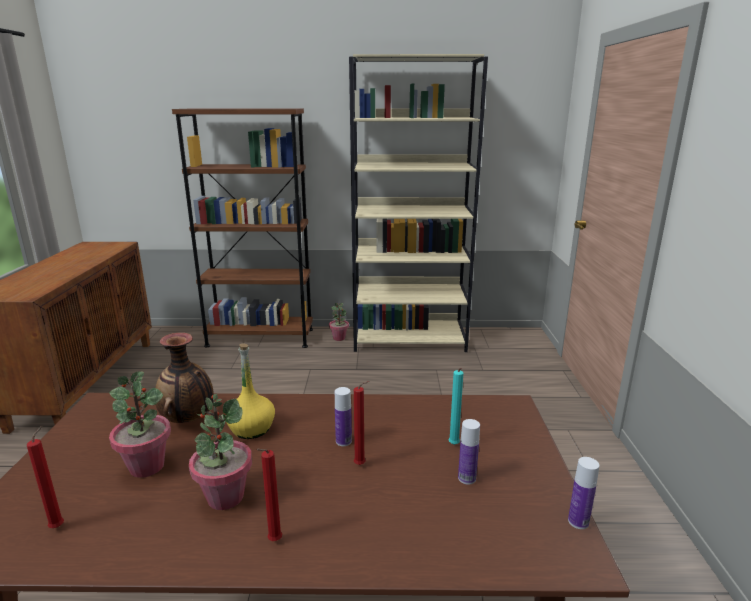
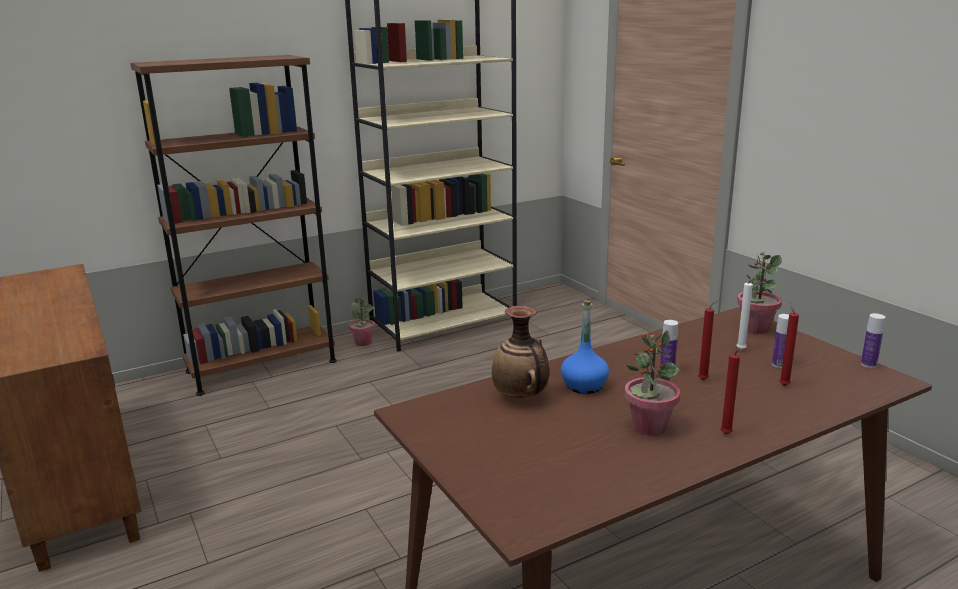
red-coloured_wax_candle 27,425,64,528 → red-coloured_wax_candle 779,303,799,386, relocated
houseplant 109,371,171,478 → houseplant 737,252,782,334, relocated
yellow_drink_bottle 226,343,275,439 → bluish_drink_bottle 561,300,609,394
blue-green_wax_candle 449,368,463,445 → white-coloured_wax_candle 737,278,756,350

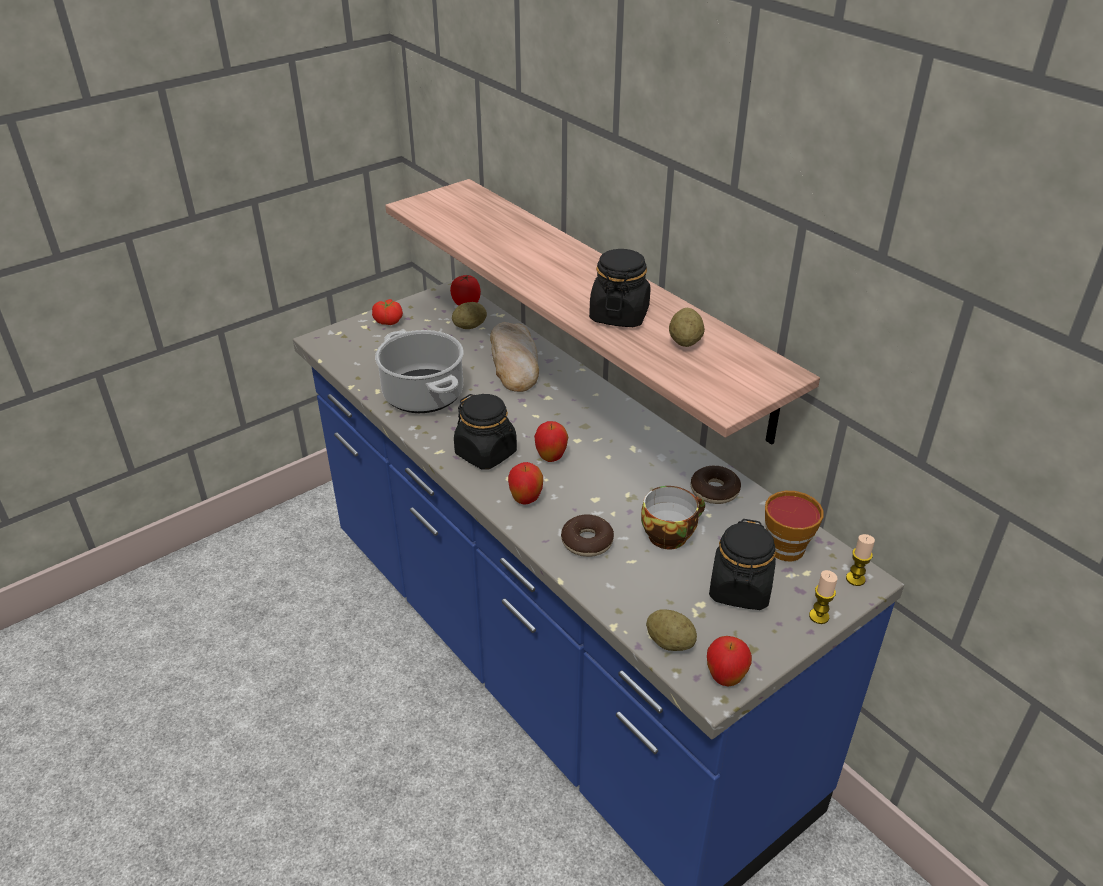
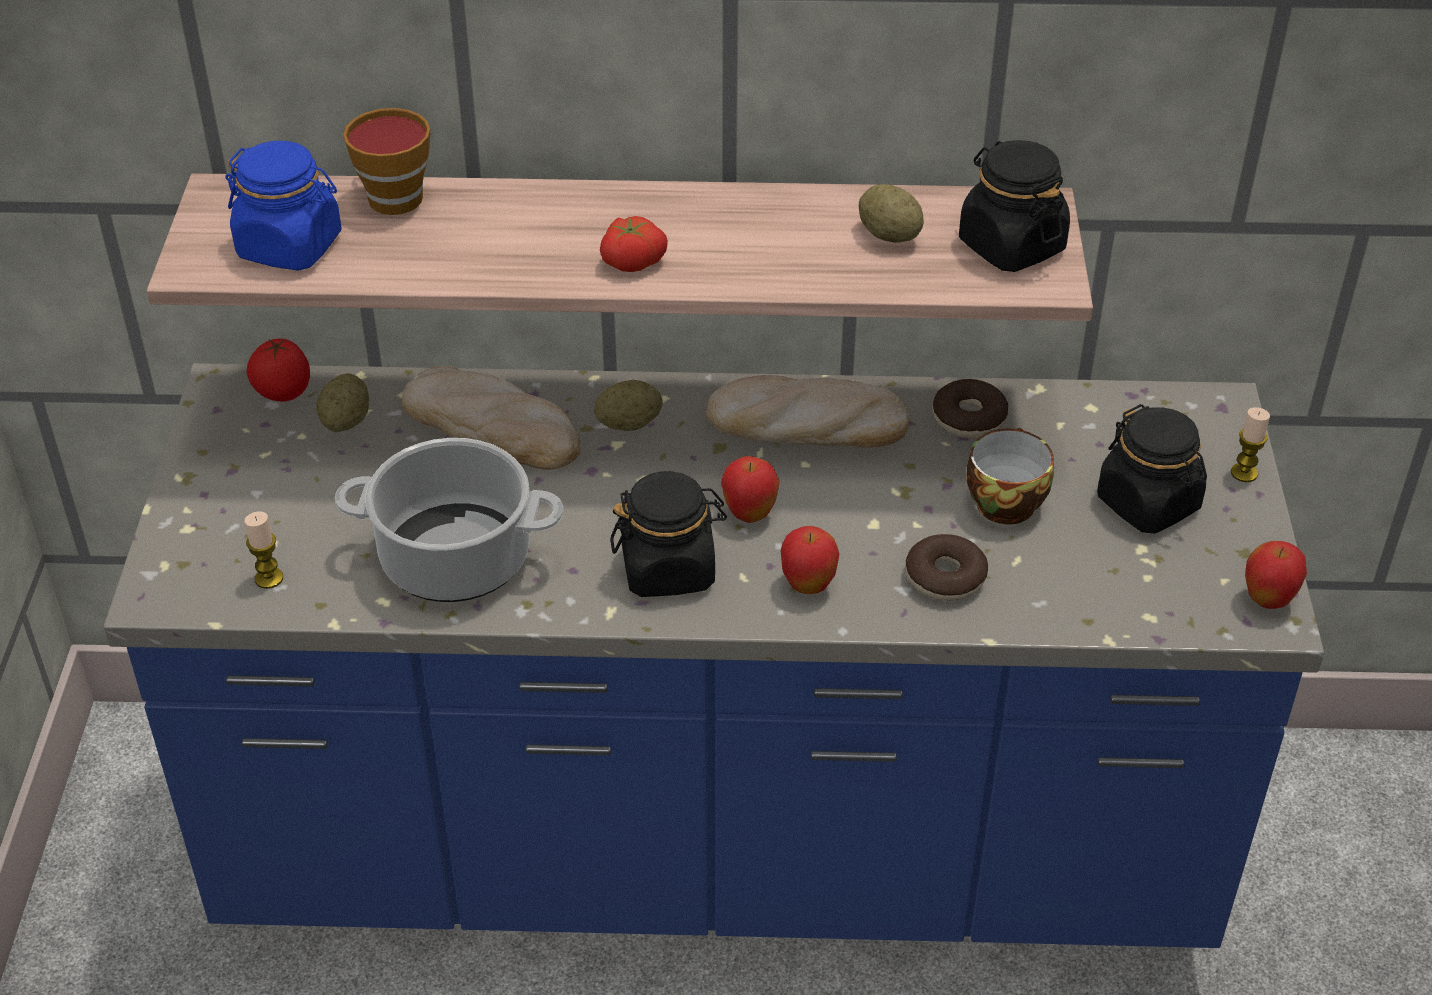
- → bluish_jar 225,141,342,271
- → baked_bread 706,375,909,448
fresh_tomato 372,299,403,325 → fresh_tomato 600,216,668,272, relocated
black-coloured_jar 589,249,650,327 → black-coloured_jar 959,140,1070,272, relocated
potato 646,609,697,651 → potato 594,380,663,431, relocated
drinking_cup 765,491,824,561 → drinking_cup 343,108,430,215, relocated
wax_candle 846,534,875,586 → wax_candle 244,511,283,589, relocated

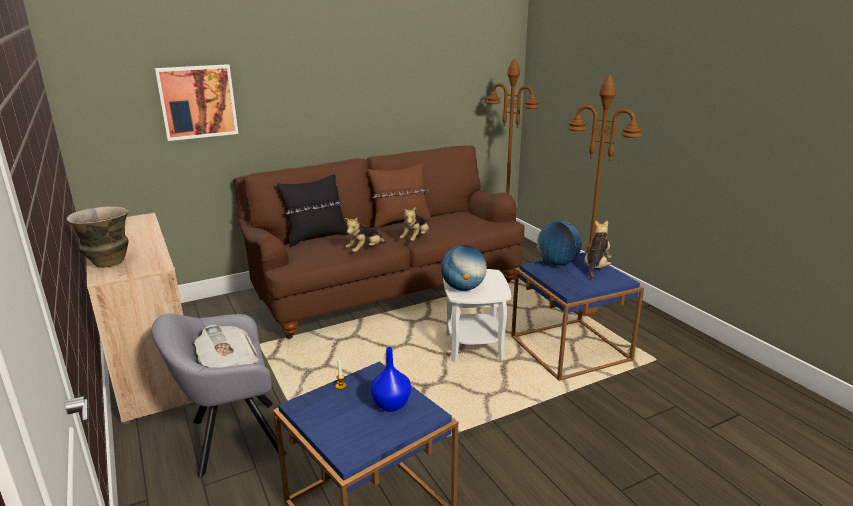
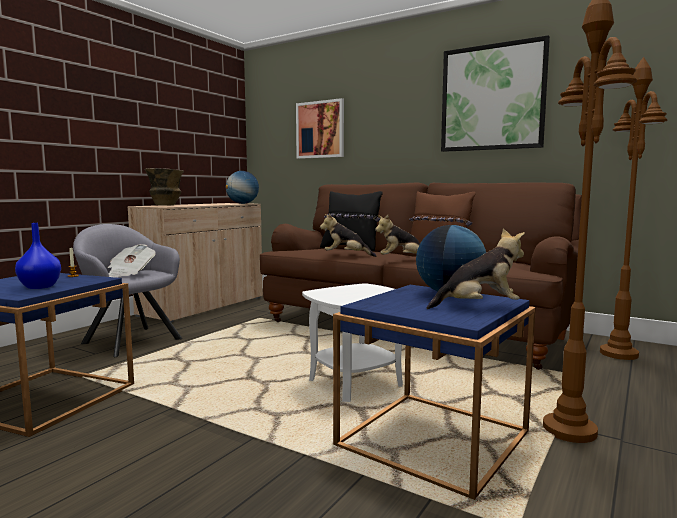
- → wall_art 441,35,550,152
globe 441,245,487,291 → globe 226,171,259,204, relocated

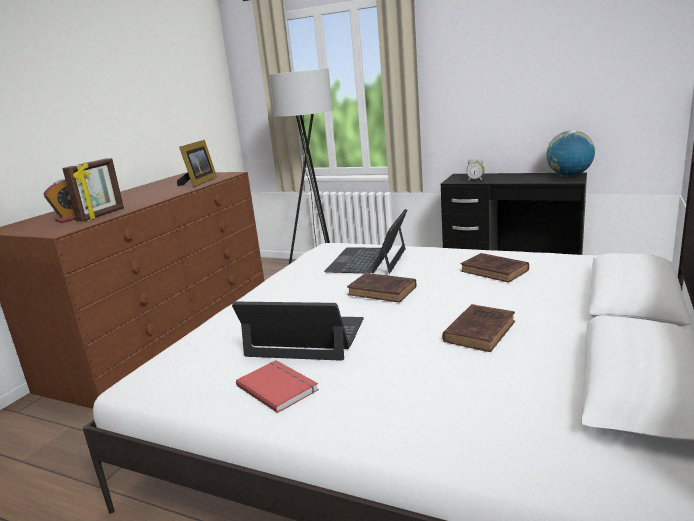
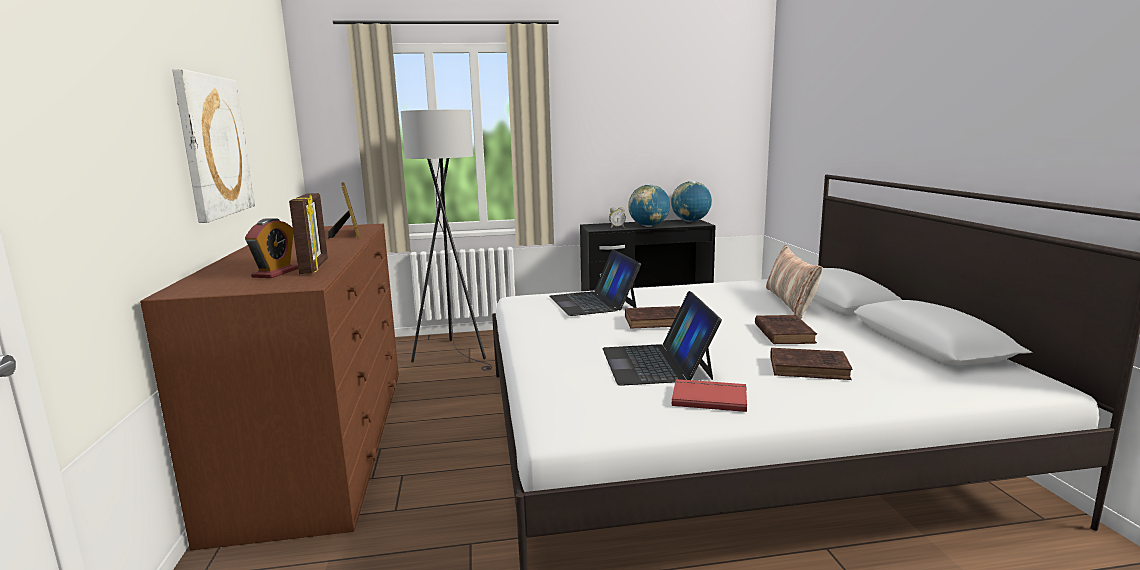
- → wall_art 172,69,255,223
- → globe 628,184,670,227
- → throw_pillow 766,245,823,319
brown_bound_book 461,253,529,283 → brown_bound_book 770,348,852,380, relocated
notebook_computer 232,302,364,361 → notebook_computer 602,291,722,386, 75 degrees counterclockwise

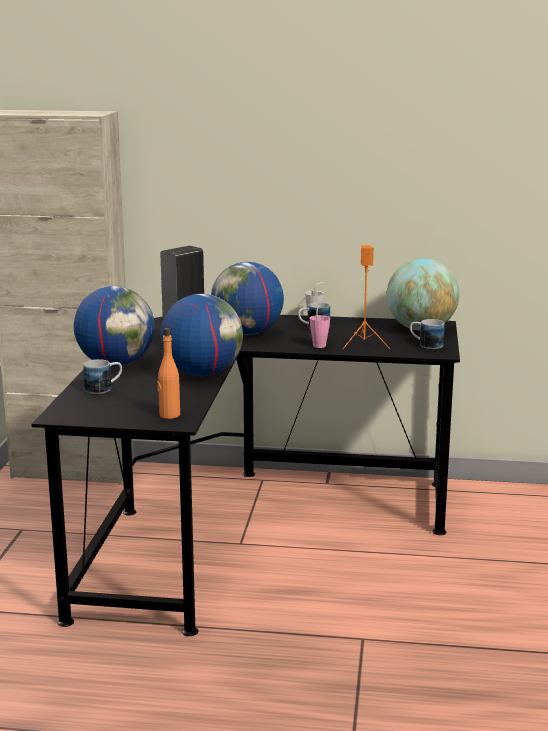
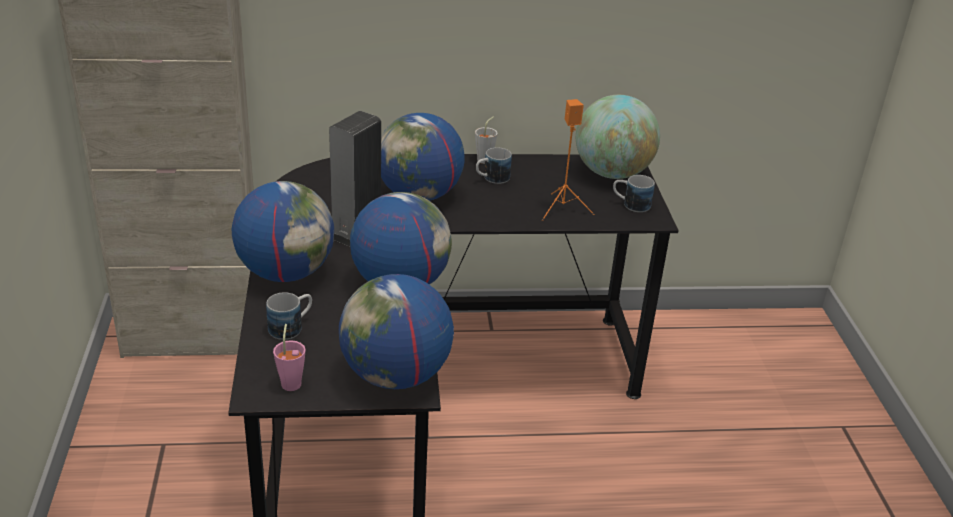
pinkish_drinking_cup 310,305,330,348 → pinkish_drinking_cup 273,324,306,391, relocated
orangey_drink_bottle 157,328,180,419 → globe 339,274,454,389

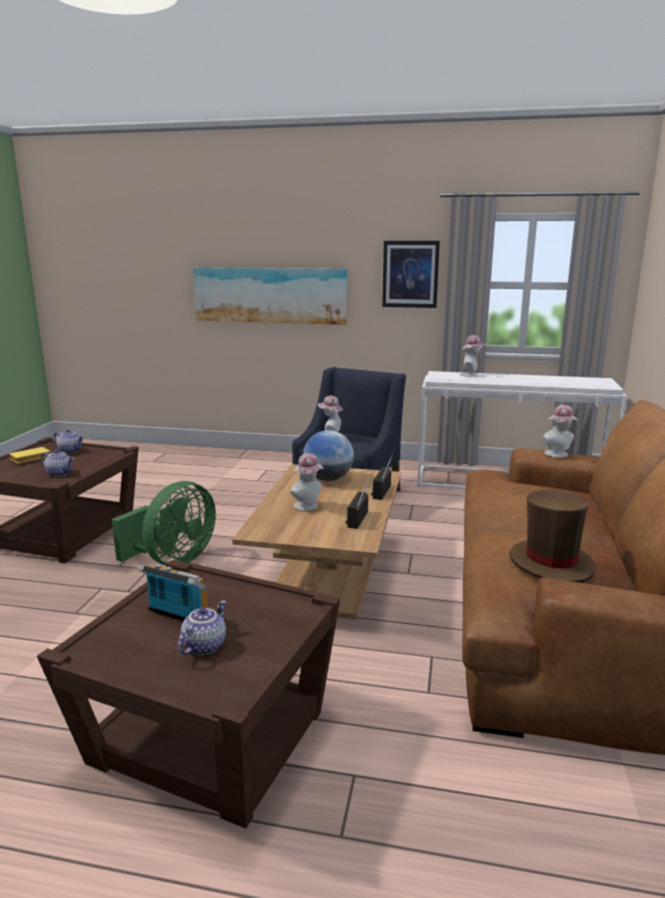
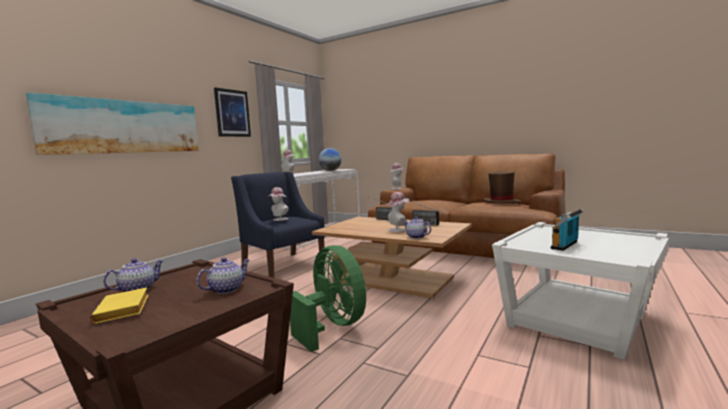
teapot 178,601,226,655 → teapot 403,216,431,239, relocated
globe 303,430,354,481 → globe 319,148,341,171, relocated
brown_side_table 37,560,340,828 → white-coloured_side_table 492,222,669,360

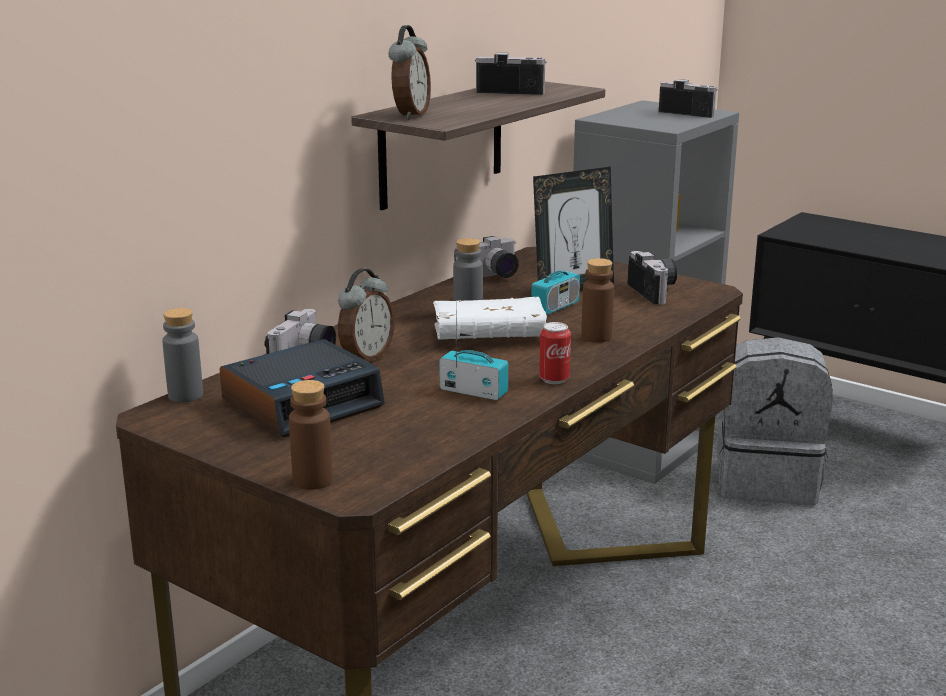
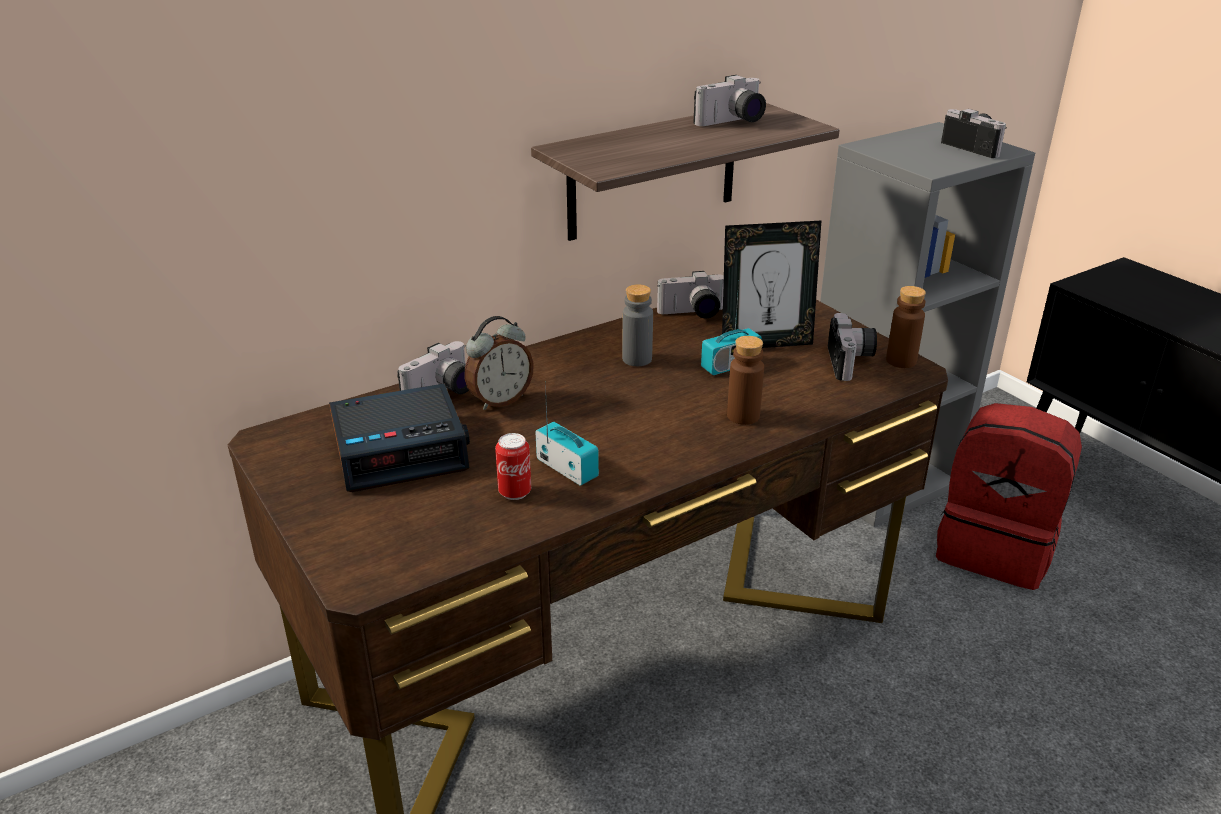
greyish_drink_bottle 162,308,203,403 → -
table_clock 388,25,431,119 → -
white-coloured_bound_book 433,297,547,340 → -
brown_drink_bottle 289,380,333,490 → brown_drink_bottle 886,286,926,368, relocated
metal_can 539,322,571,384 → metal_can 495,433,531,500, relocated
greyish_backpack 717,337,833,505 → red-coloured_backpack 936,403,1082,590
still_camera 475,53,547,95 → still_camera 693,75,766,126, 120 degrees clockwise

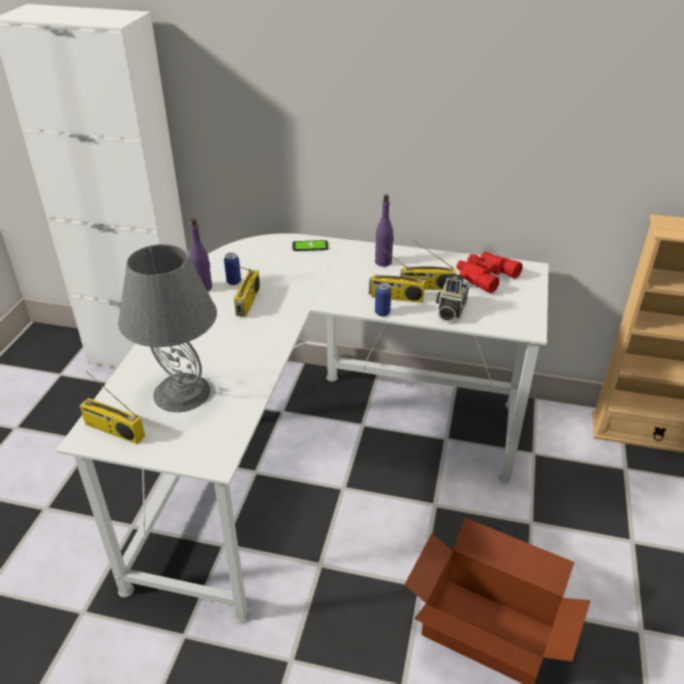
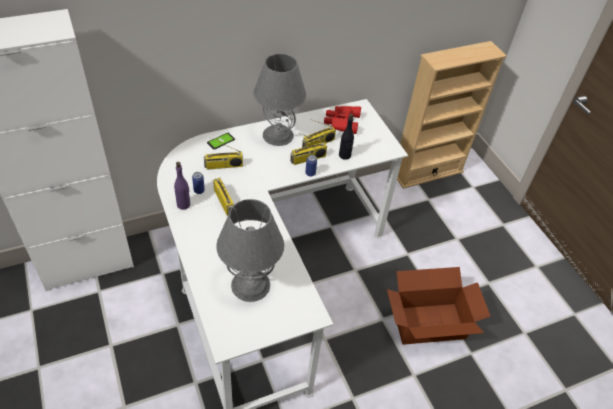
radio_receiver 79,372,145,444 → radio_receiver 204,138,243,170, relocated
purple-coloured_drink_bottle 375,195,394,267 → greyish_lamp_for_a_table 253,54,306,146
still_camera 436,273,469,322 → black-coloured_drink_bottle 339,114,354,160

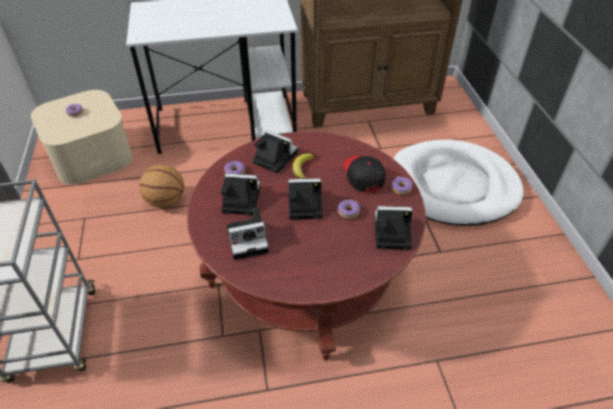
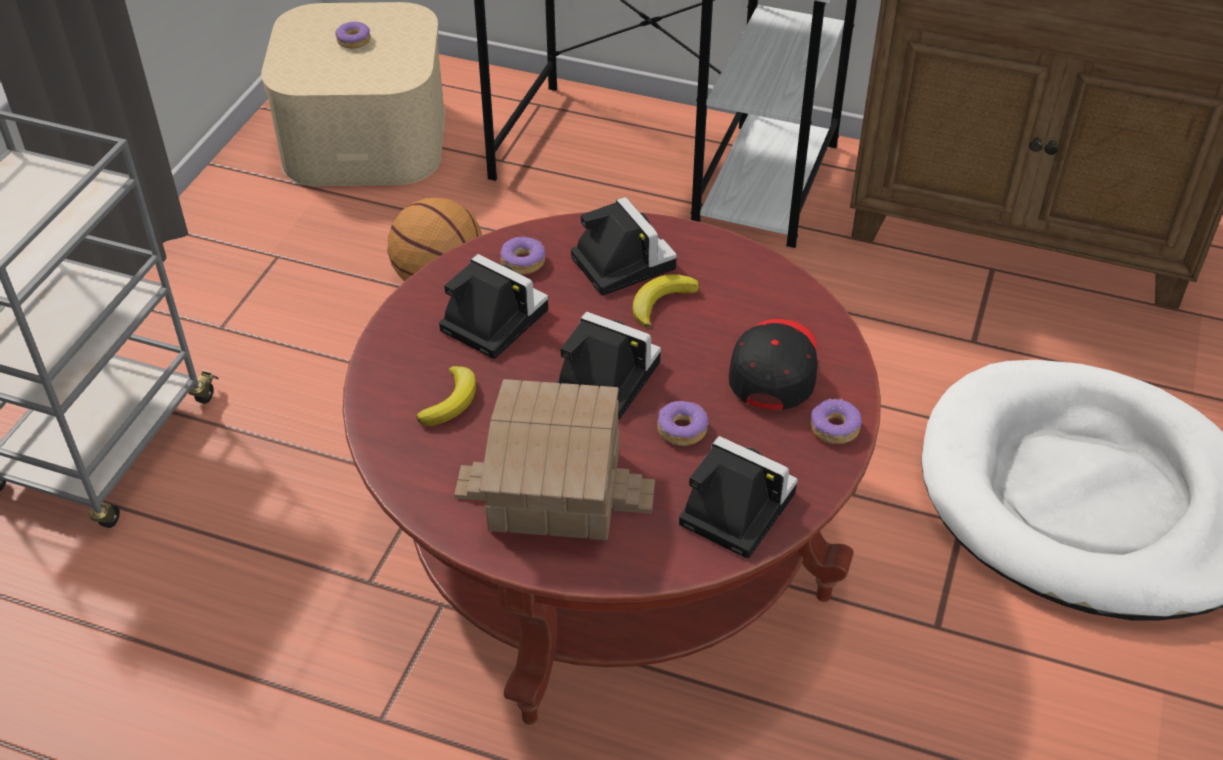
- → miniature_house 454,379,655,540
still_camera 226,208,269,260 → banana 416,366,476,426

